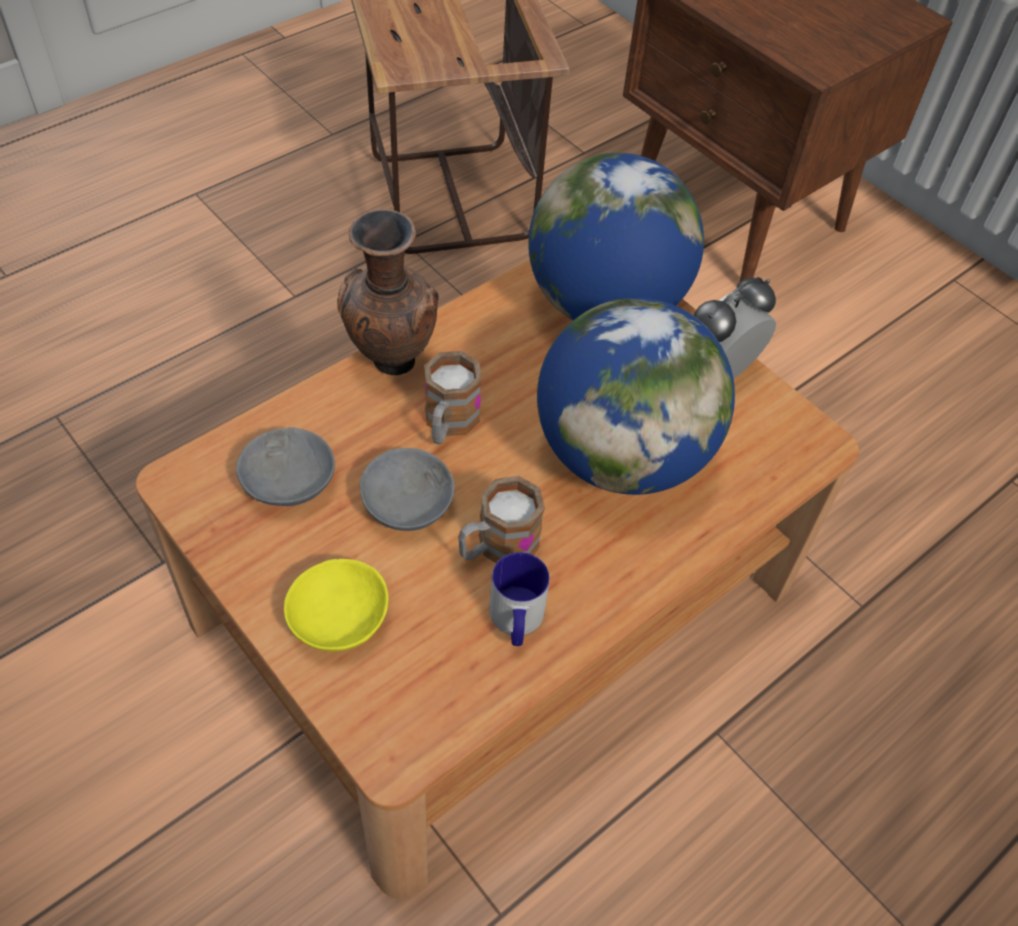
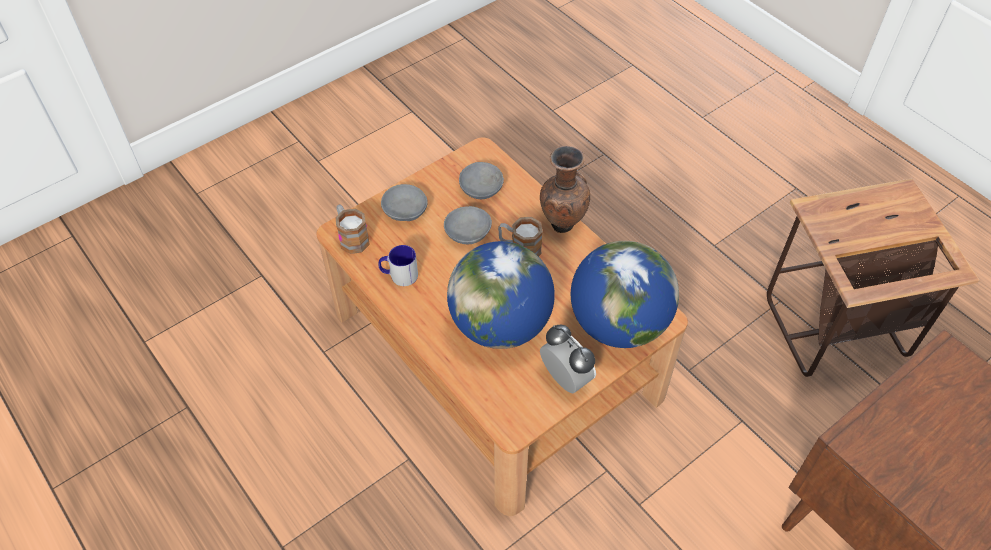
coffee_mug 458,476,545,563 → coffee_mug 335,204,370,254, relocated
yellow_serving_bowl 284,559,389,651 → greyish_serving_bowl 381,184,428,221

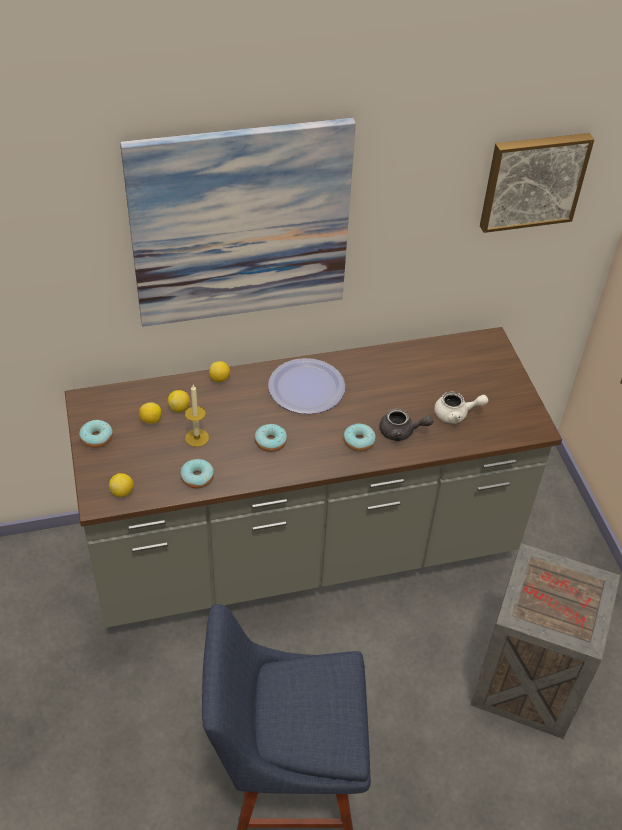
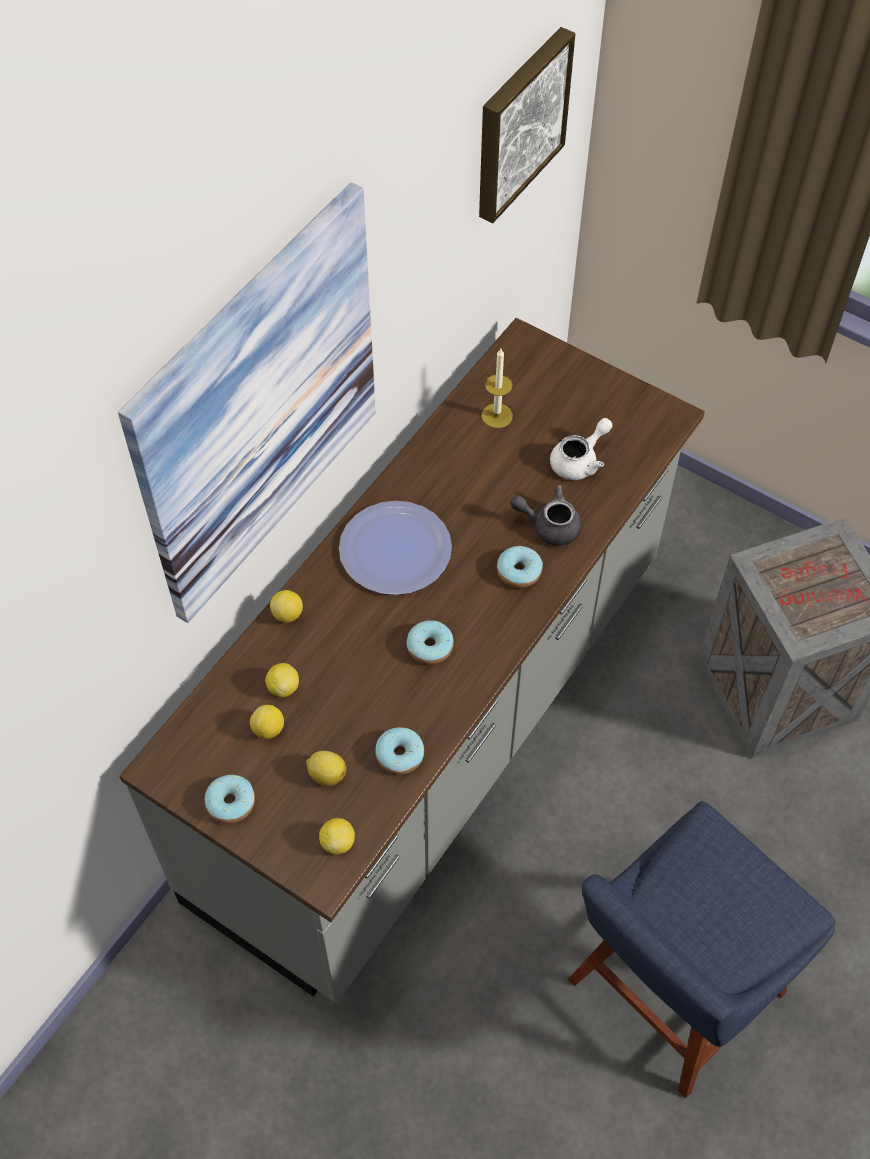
- → citrus_fruit 306,751,346,786
wax_candle 185,385,209,447 → wax_candle 481,349,513,428, relocated
greyish_teapot 379,408,434,441 → greyish_teapot 510,485,582,546, 135 degrees counterclockwise

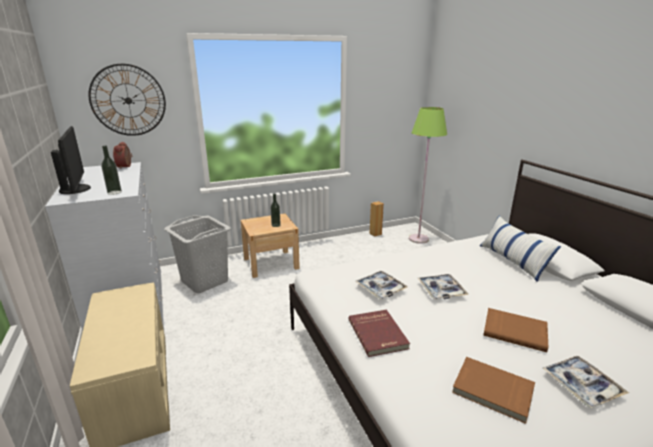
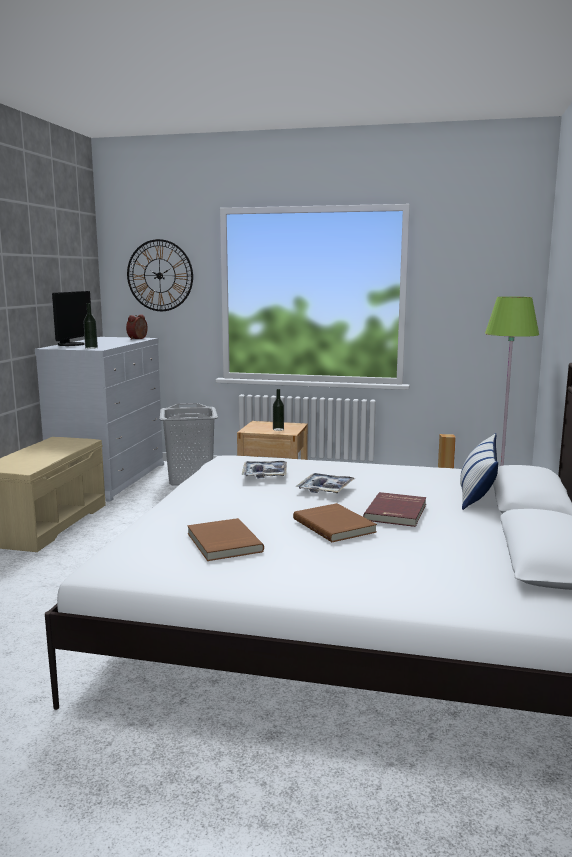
tray 543,356,629,408 → -
red-coloured_bound_book 348,309,410,357 → red-coloured_bound_book 363,492,427,527, relocated

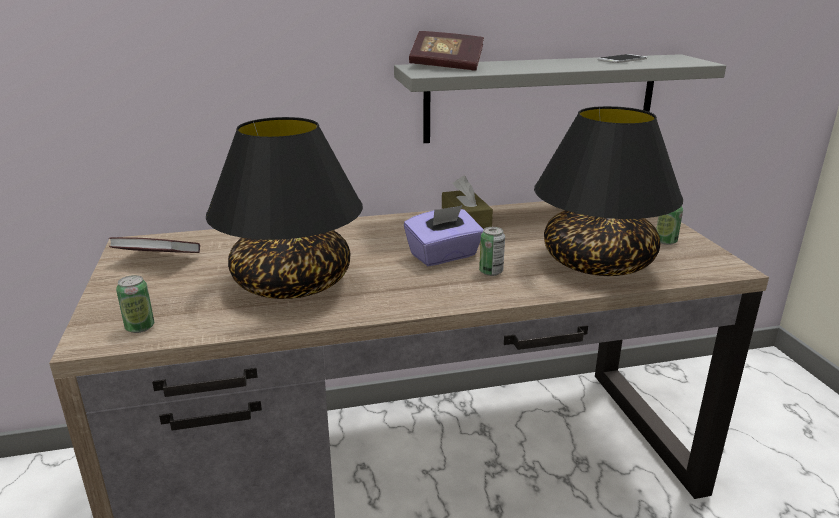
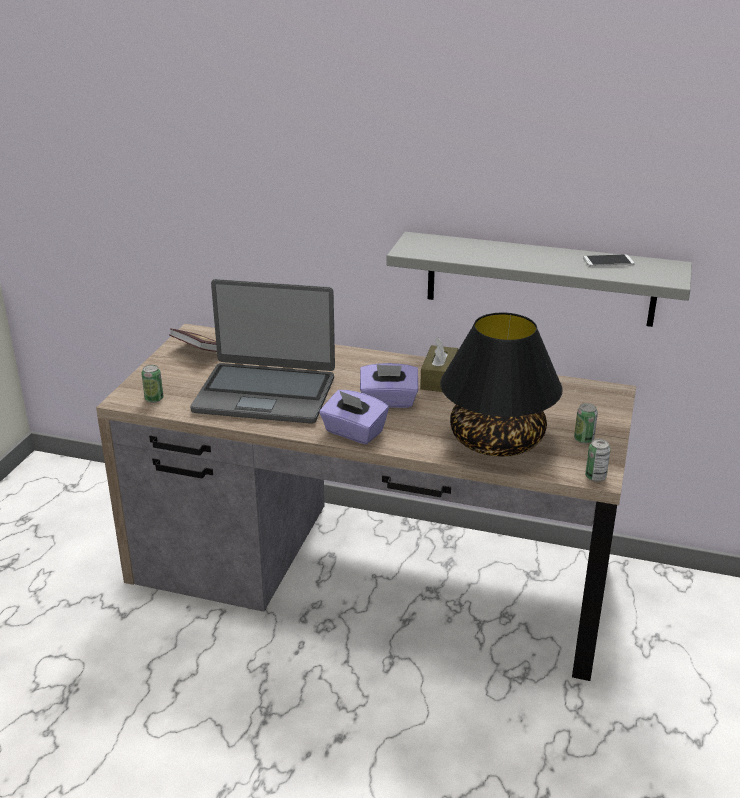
bound_book 409,31,484,71 → -
- → purple-coloured_tissue_holder 319,390,389,444
metal_can 479,227,505,276 → metal_can 585,439,610,482, relocated
black-coloured_lamp_for_a_table 206,117,363,299 → notebook_computer 190,279,335,424

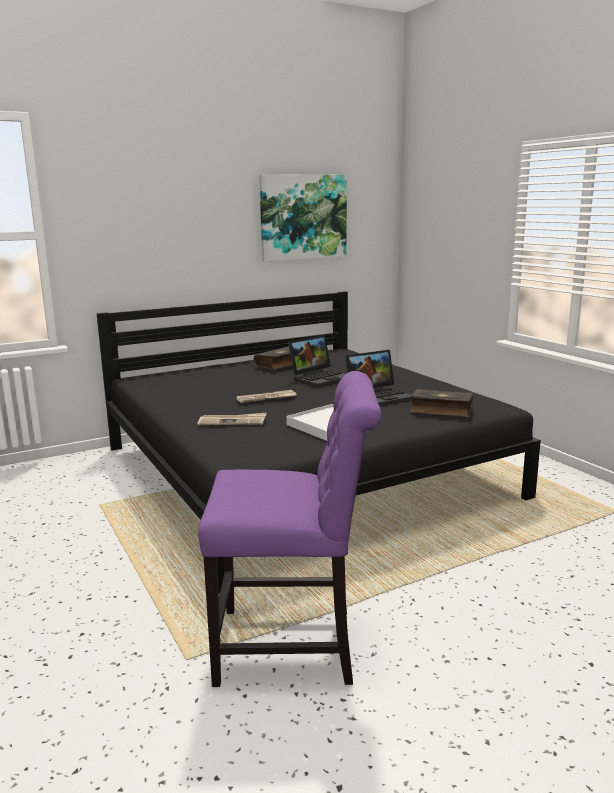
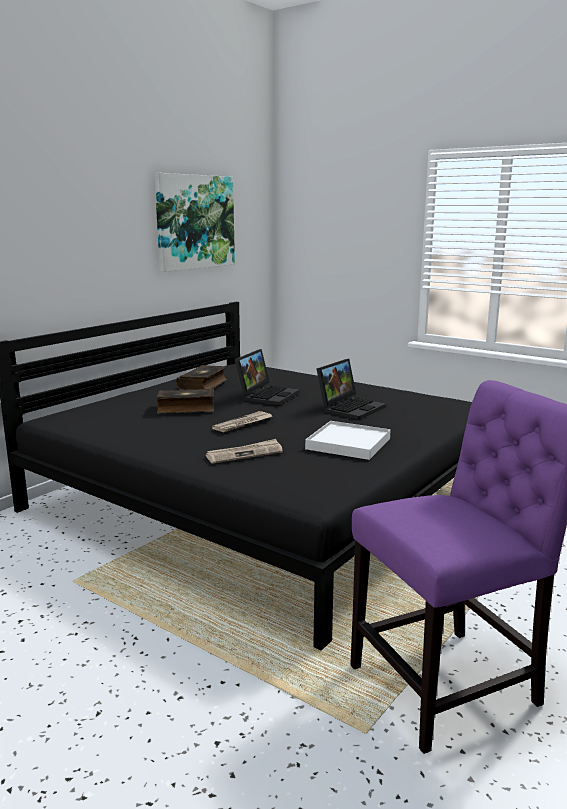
bound_book 410,389,473,417 → bound_book 156,389,214,414, relocated

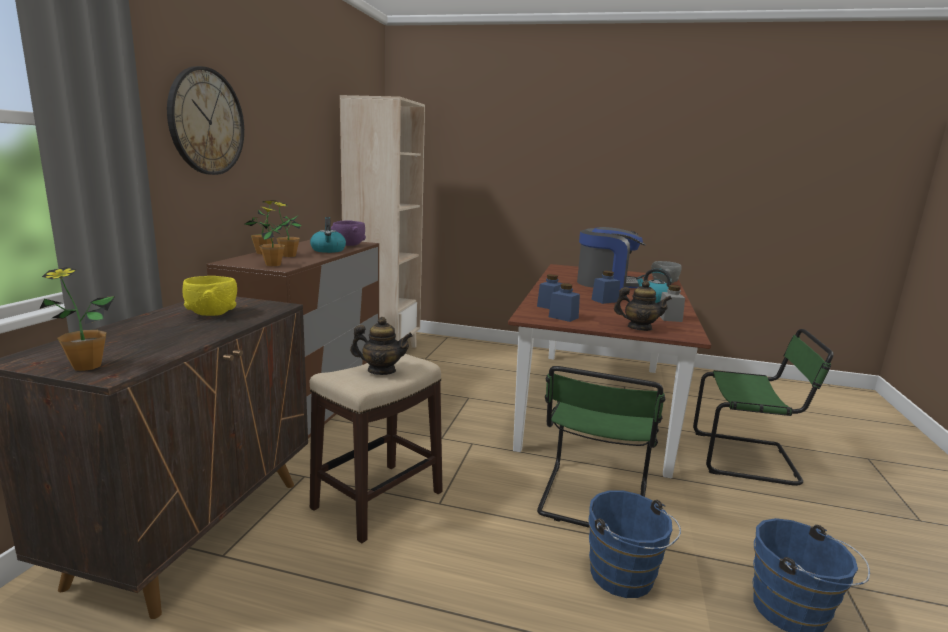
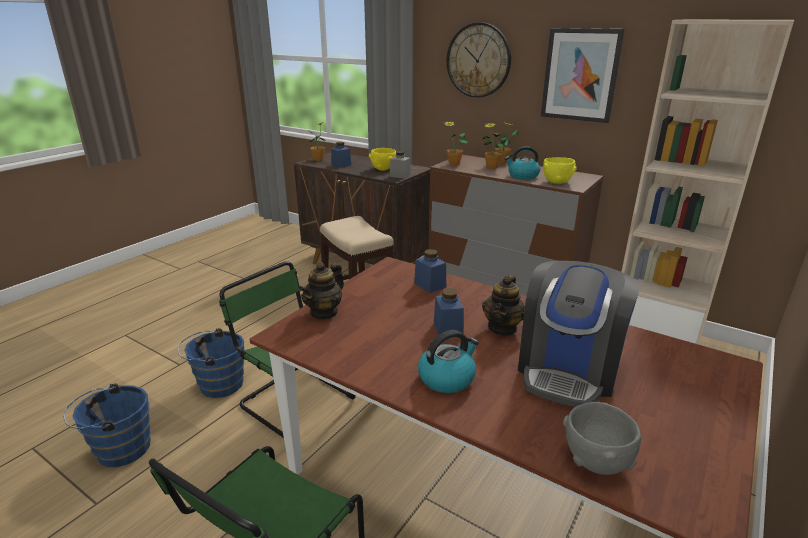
- → wall_art 541,28,625,123
teapot 350,317,413,375 → teapot 482,275,525,336, relocated
bluish_jar 549,283,580,322 → bluish_jar 331,142,351,168, relocated
greyish_jar 660,285,685,322 → greyish_jar 390,151,411,179, relocated
purple-coloured_serving_bowl 331,220,366,246 → yellow_serving_bowl 543,157,577,184

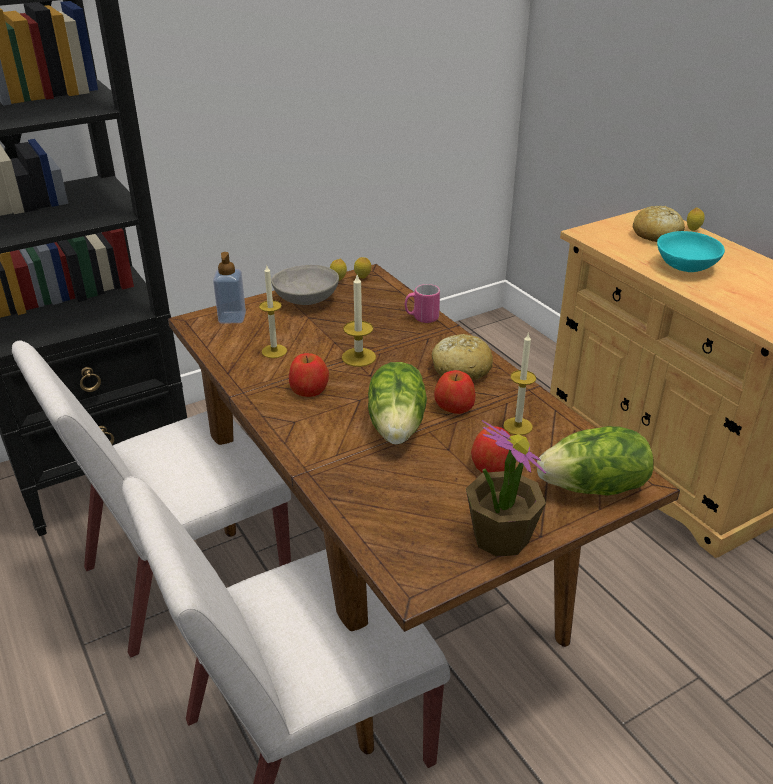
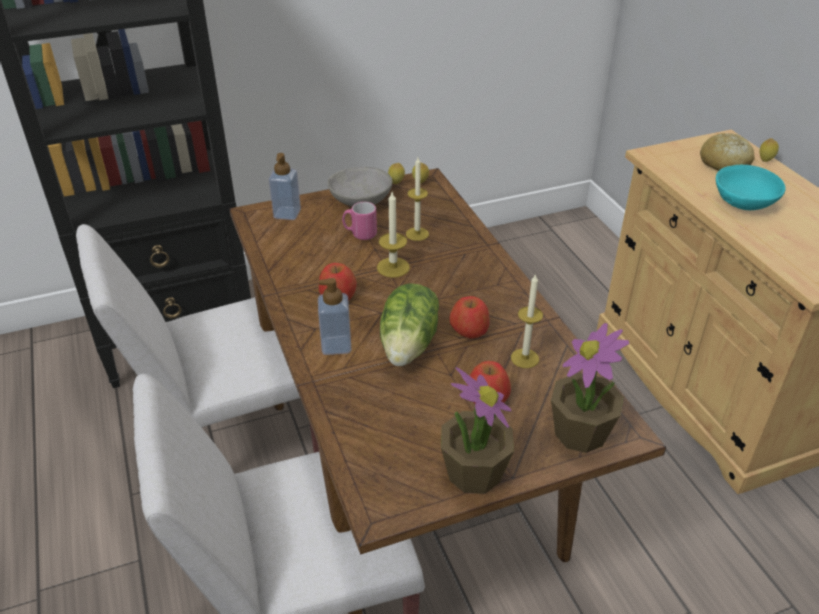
baked_bread 432,334,493,380 → -
- → soap_dispenser 318,278,351,355
wax_candle 259,266,287,358 → wax_candle 406,157,429,241, relocated
pinkish_coffee_mug 405,284,440,323 → pinkish_coffee_mug 342,202,377,240, relocated
lettuce 537,426,653,496 → houseplant 551,323,629,453

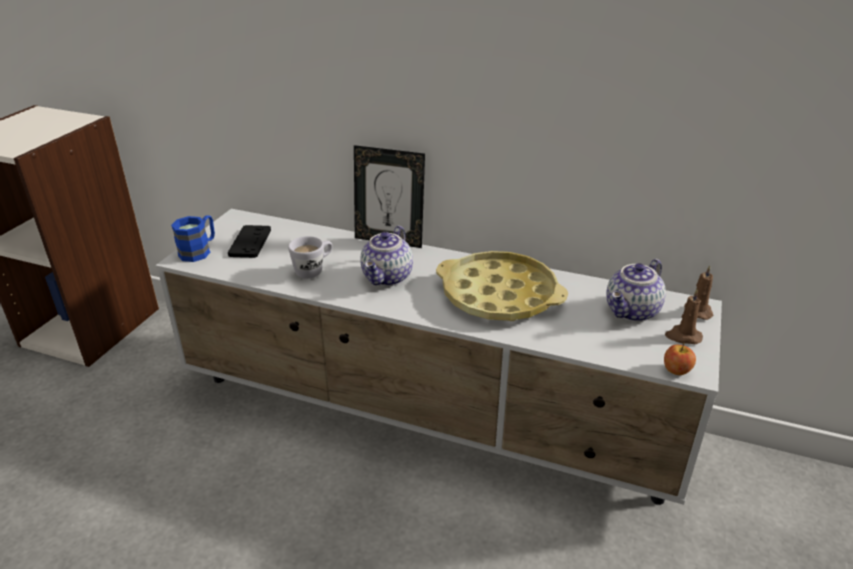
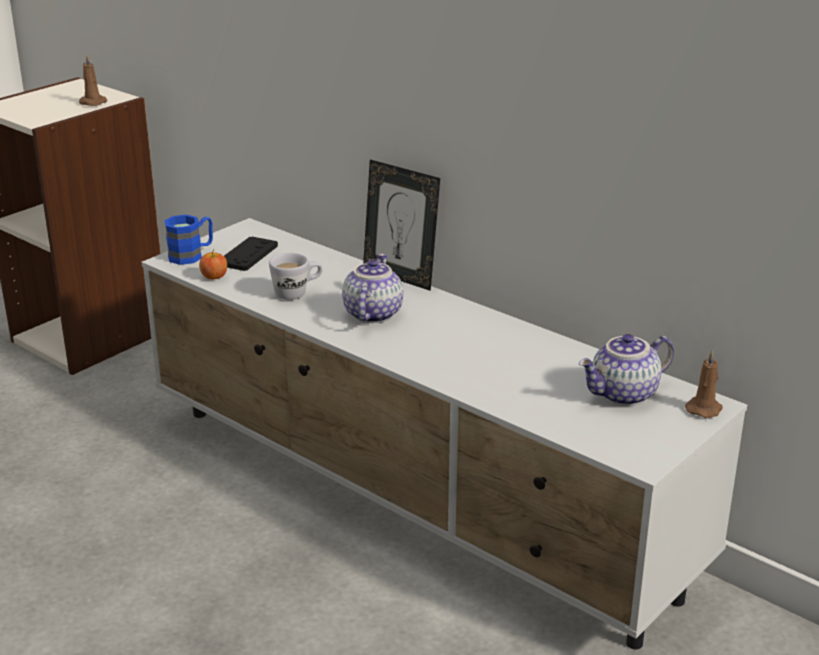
yellow_tray 436,251,568,321 → -
apple_fruit 664,343,696,375 → apple_fruit 199,249,227,280, relocated
brown_wax_candle 665,289,703,344 → brown_wax_candle 79,54,107,106, relocated
teapot 360,225,413,287 → teapot 342,254,403,323, 150 degrees clockwise

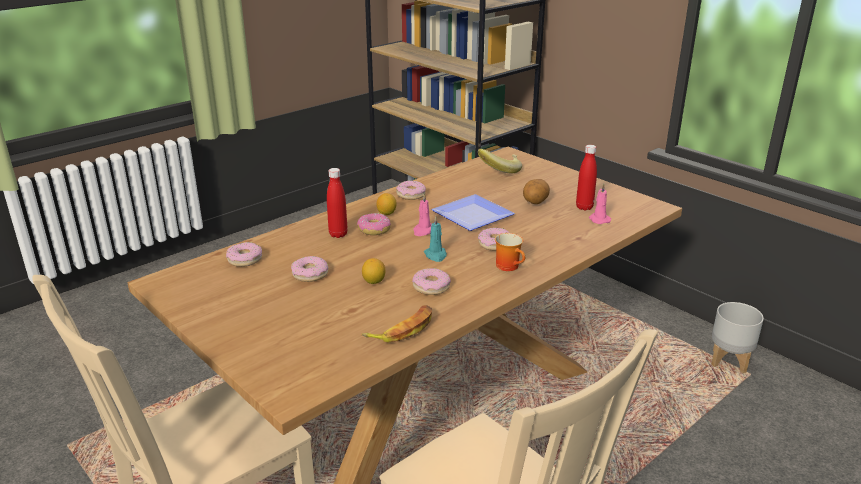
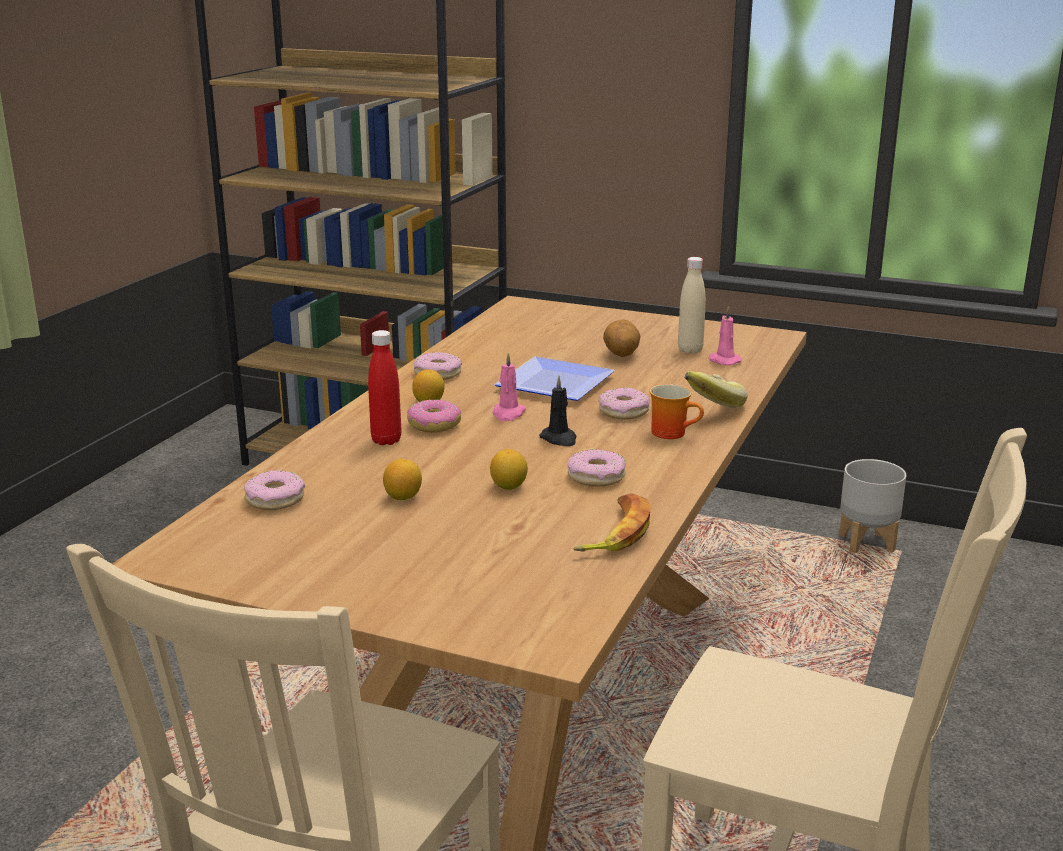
banana 478,149,522,173 → banana 684,371,748,408, relocated
donut 291,256,328,282 → citrus_fruit 383,459,422,500
blue-green_wax_candle 424,216,447,262 → black-coloured_wax_candle 539,376,576,446
red-coloured_drink_bottle 576,145,597,210 → sand-coloured_drink_bottle 678,257,706,354

